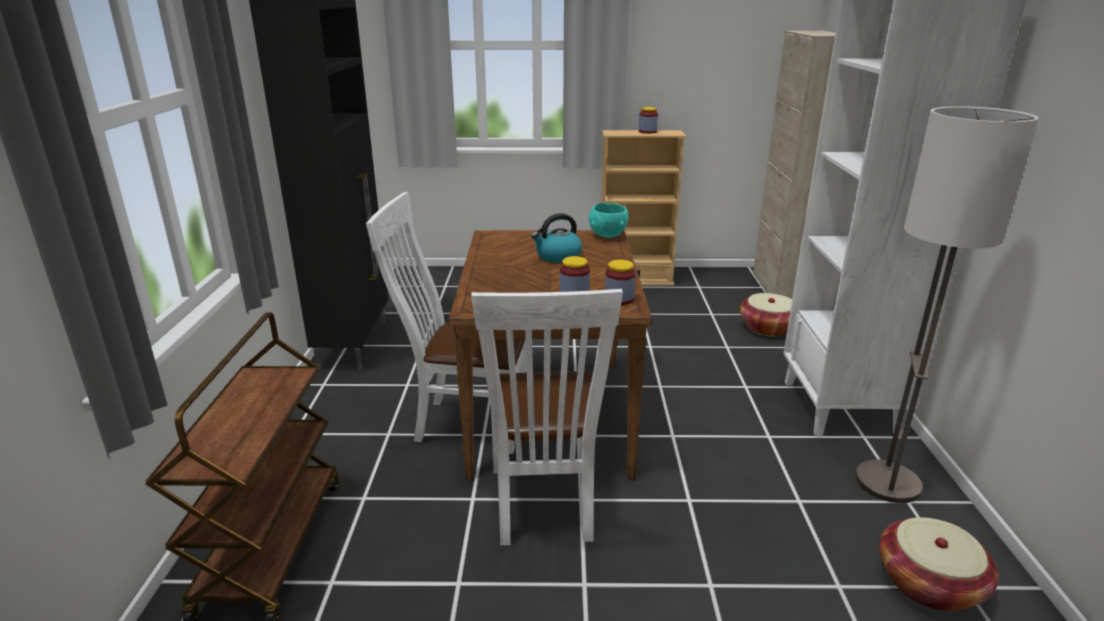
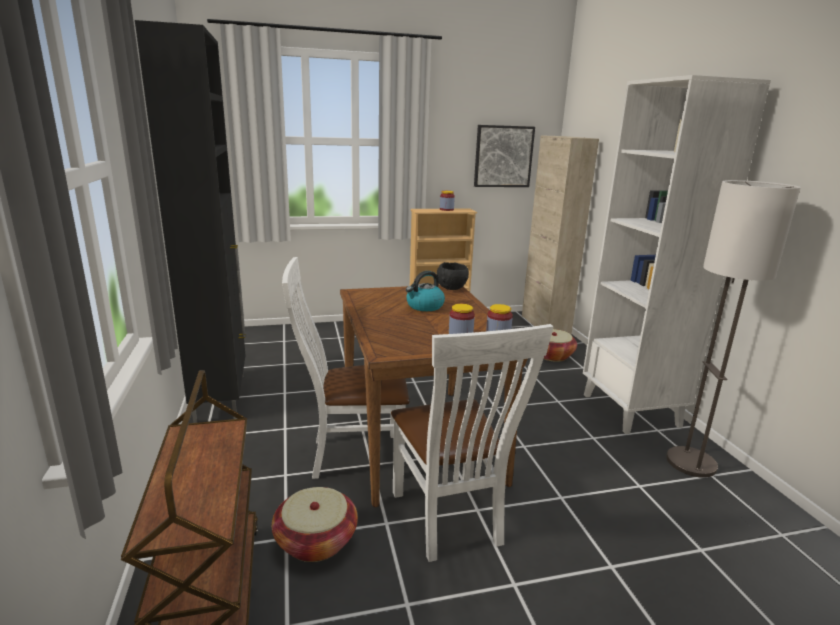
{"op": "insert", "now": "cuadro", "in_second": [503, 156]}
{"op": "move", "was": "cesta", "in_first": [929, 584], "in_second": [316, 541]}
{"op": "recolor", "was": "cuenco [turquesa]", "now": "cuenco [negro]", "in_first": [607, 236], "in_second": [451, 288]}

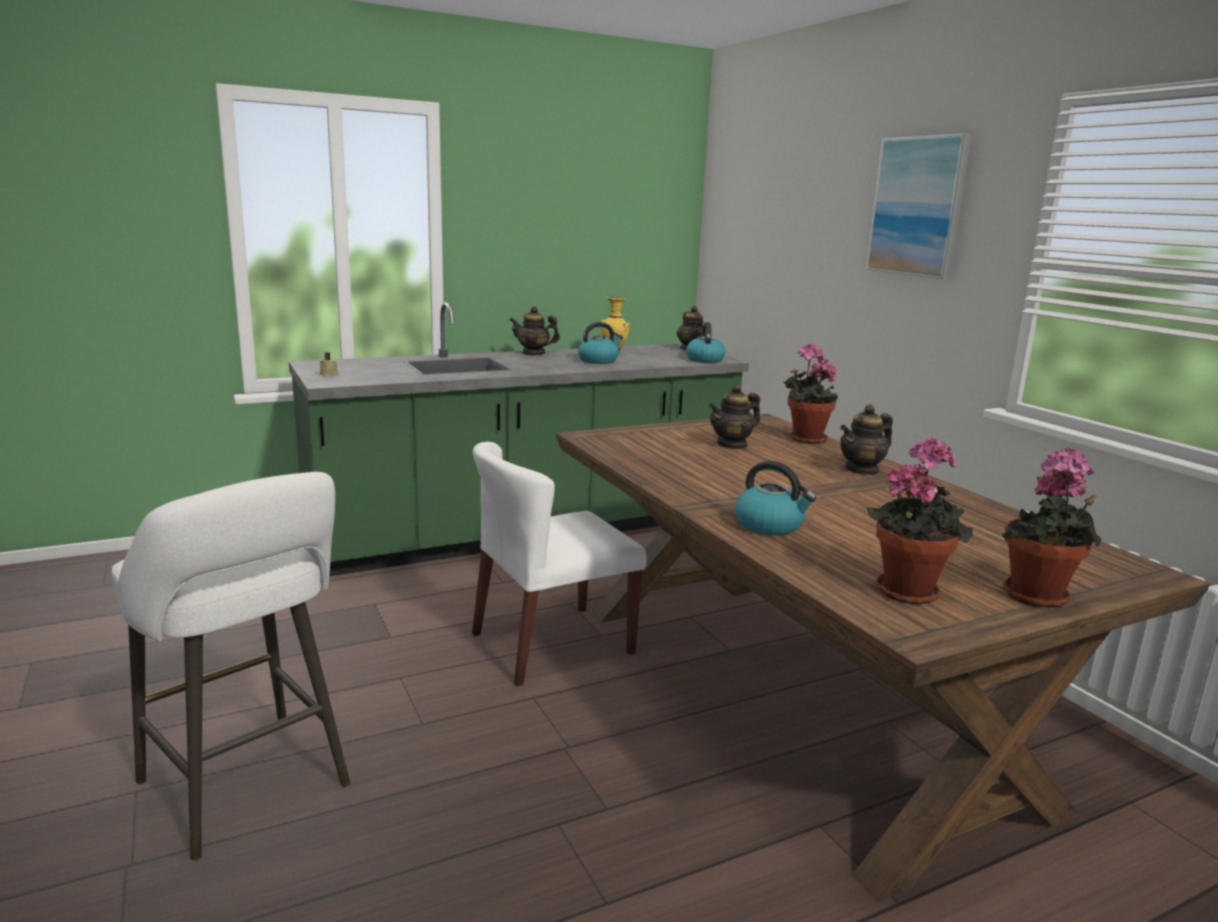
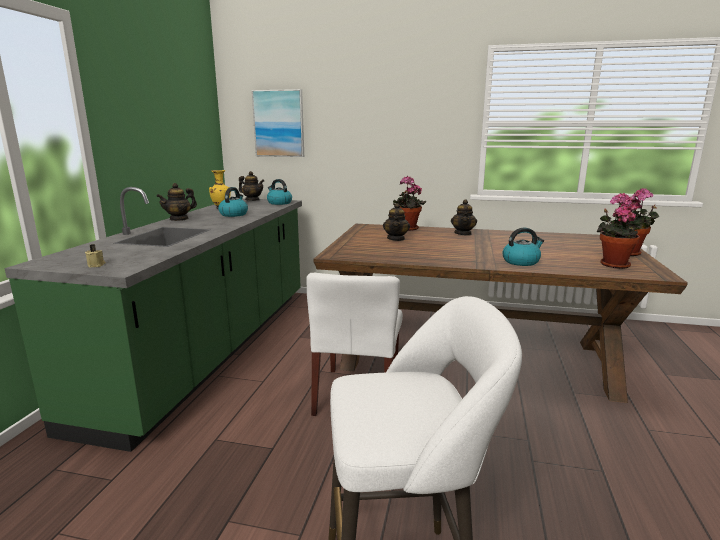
{"op": "move", "was": "cuadro", "in_first": [918, 206], "in_second": [279, 123]}

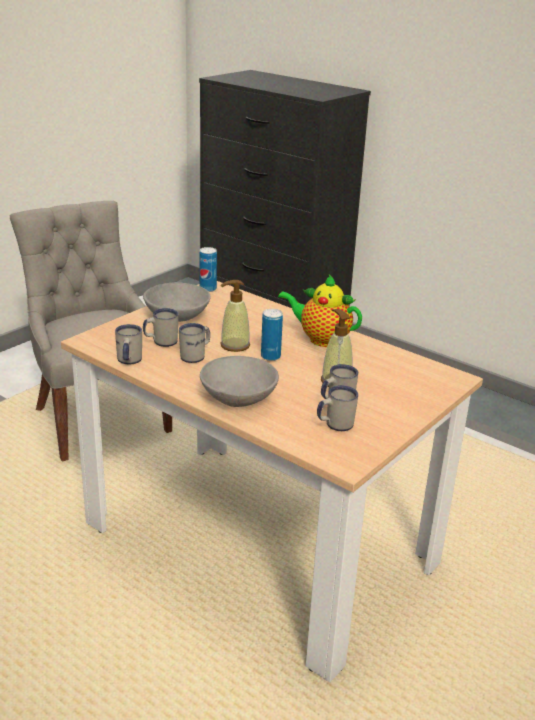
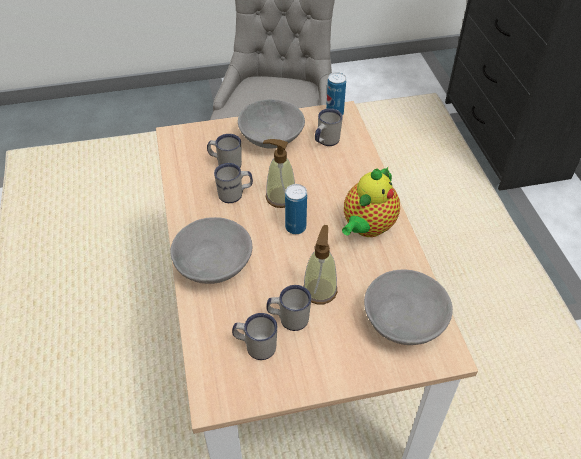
{"op": "insert", "now": "cuenco [gris]", "in_second": [403, 321]}
{"op": "move", "was": "taza grande [blanco]", "in_first": [128, 361], "in_second": [325, 141]}
{"op": "rotate", "was": "tetera", "in_first": [321, 339], "in_second": [367, 227], "clockwise": -120}

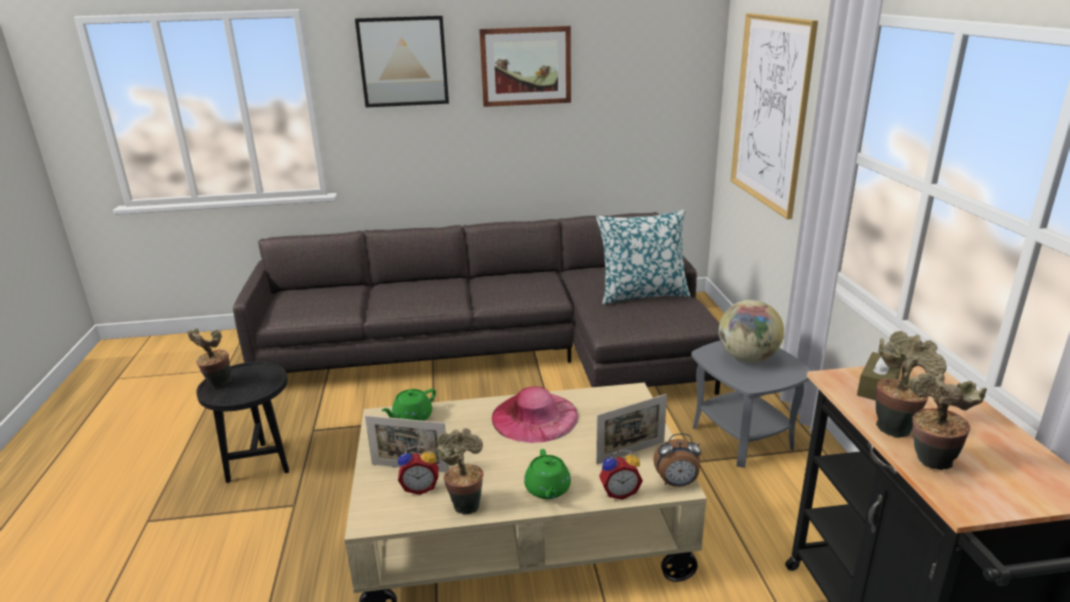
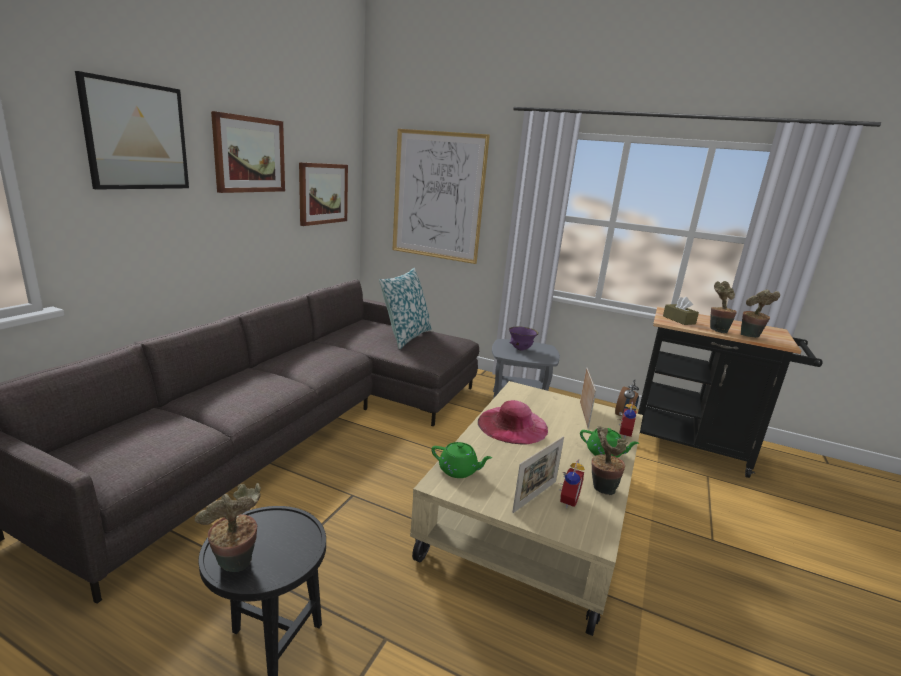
{"op": "insert", "now": "cuadro", "in_second": [323, 193]}
{"op": "replace", "was": "globo terráqueo", "now": "cuenco [morado]", "in_first": [747, 358], "in_second": [520, 349]}
{"op": "rotate", "was": "tetera [verde]", "in_first": [411, 418], "in_second": [459, 470], "clockwise": -60}

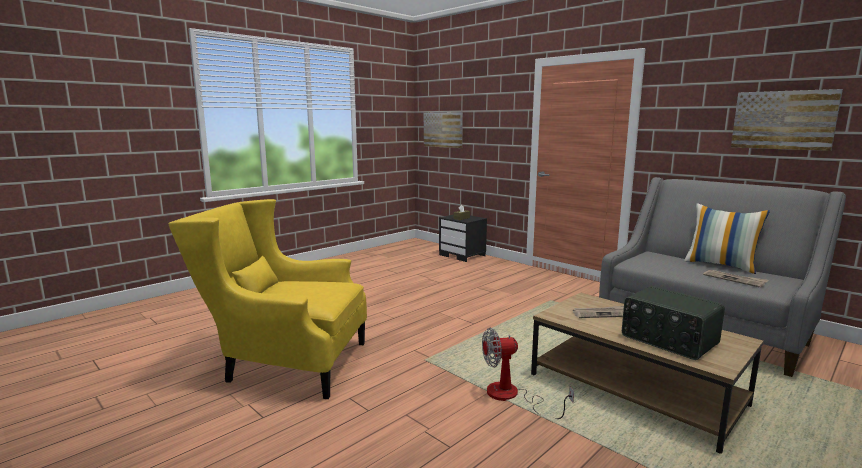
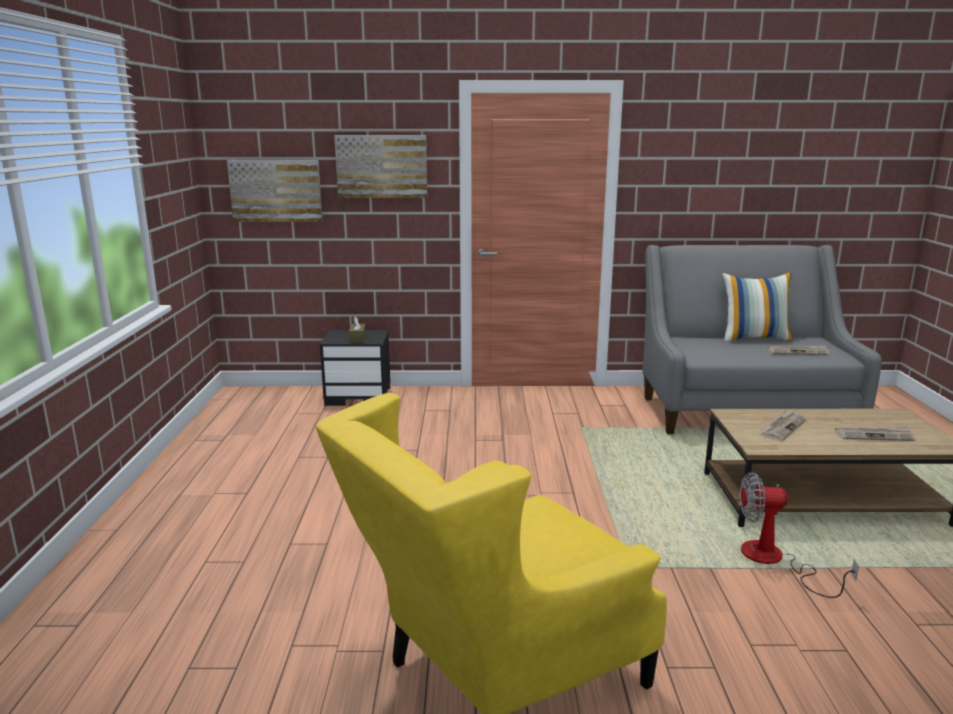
{"op": "move", "was": "cuadro", "in_first": [783, 120], "in_second": [382, 166]}
{"op": "replace", "was": "radio", "now": "periódico", "in_first": [668, 340], "in_second": [874, 435]}
{"op": "rotate", "was": "ventilador", "in_first": [512, 396], "in_second": [774, 561], "clockwise": 60}

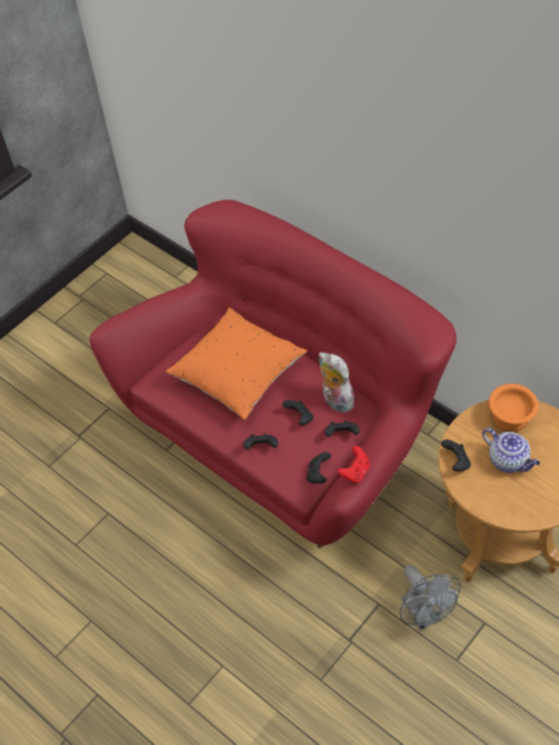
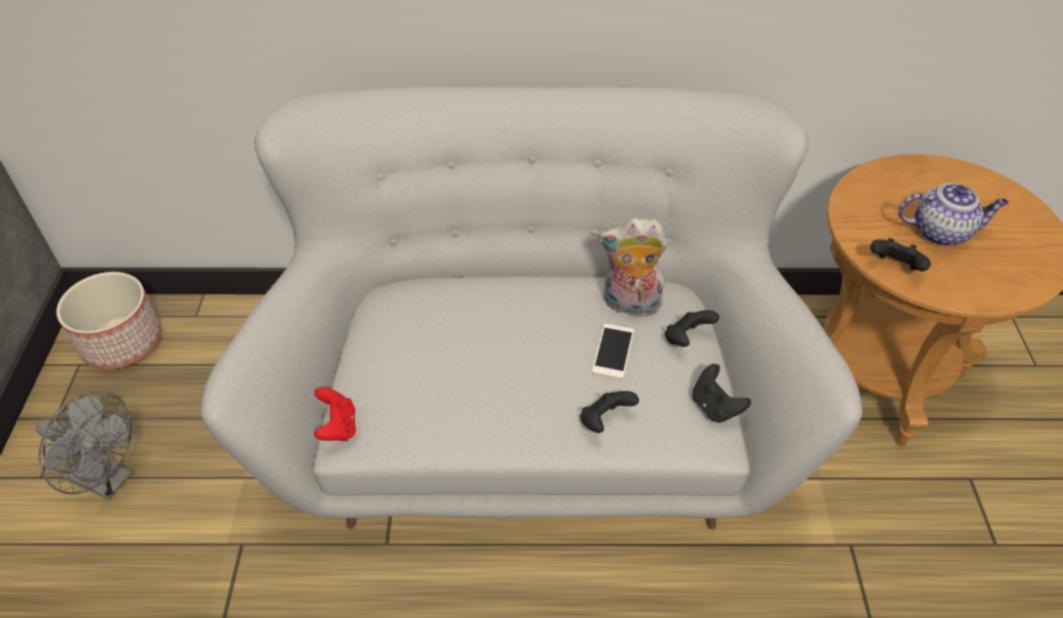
{"op": "delete", "was": "cojín [naranja]", "in_first": [238, 375]}
{"op": "delete", "was": "cuenco [naranja]", "in_first": [512, 416]}
{"op": "insert", "now": "maceta", "in_second": [122, 341]}
{"op": "move", "was": "mando de consola [rojo]", "in_first": [355, 472], "in_second": [338, 427]}
{"op": "move", "was": "ventilador [gris]", "in_first": [424, 615], "in_second": [108, 480]}
{"op": "replace", "was": "mando de consola [negro]", "now": "móvil", "in_first": [300, 418], "in_second": [613, 351]}
{"op": "recolor", "was": "sofá [rojo]", "now": "sofá [blanco]", "in_first": [285, 435], "in_second": [531, 419]}

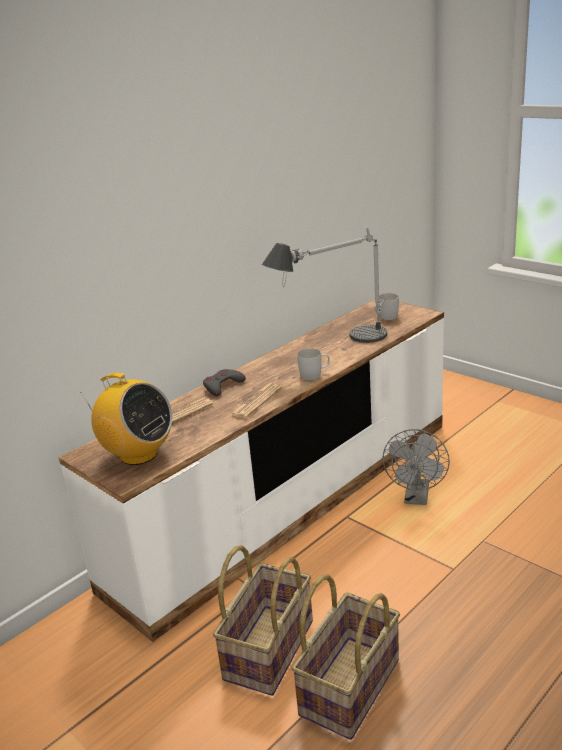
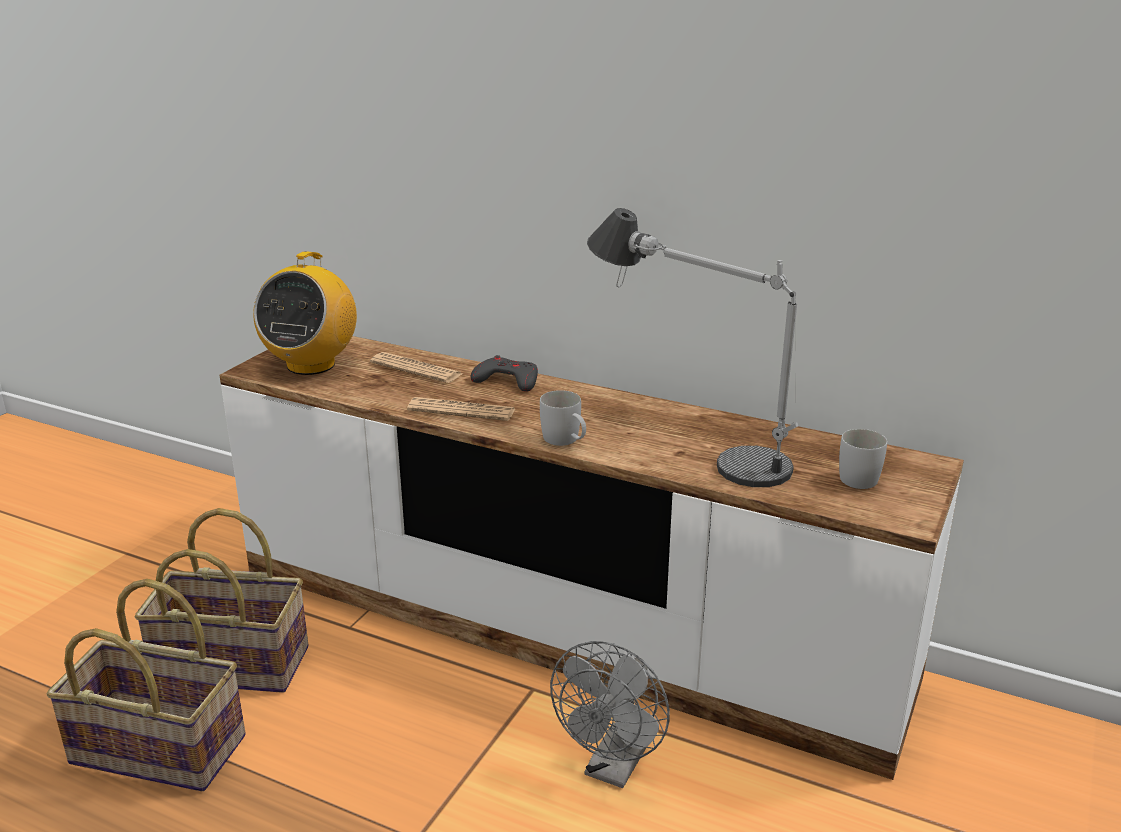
{"op": "rotate", "was": "ventilador [gris]", "in_first": [417, 498], "in_second": [613, 768], "clockwise": -60}

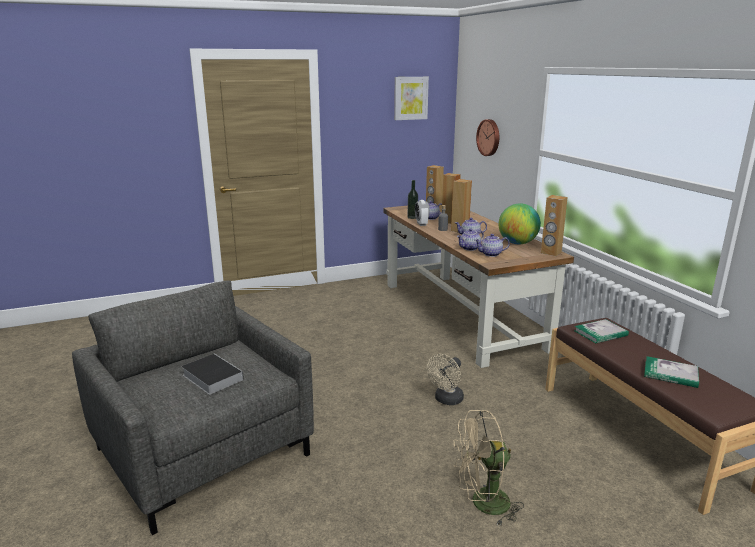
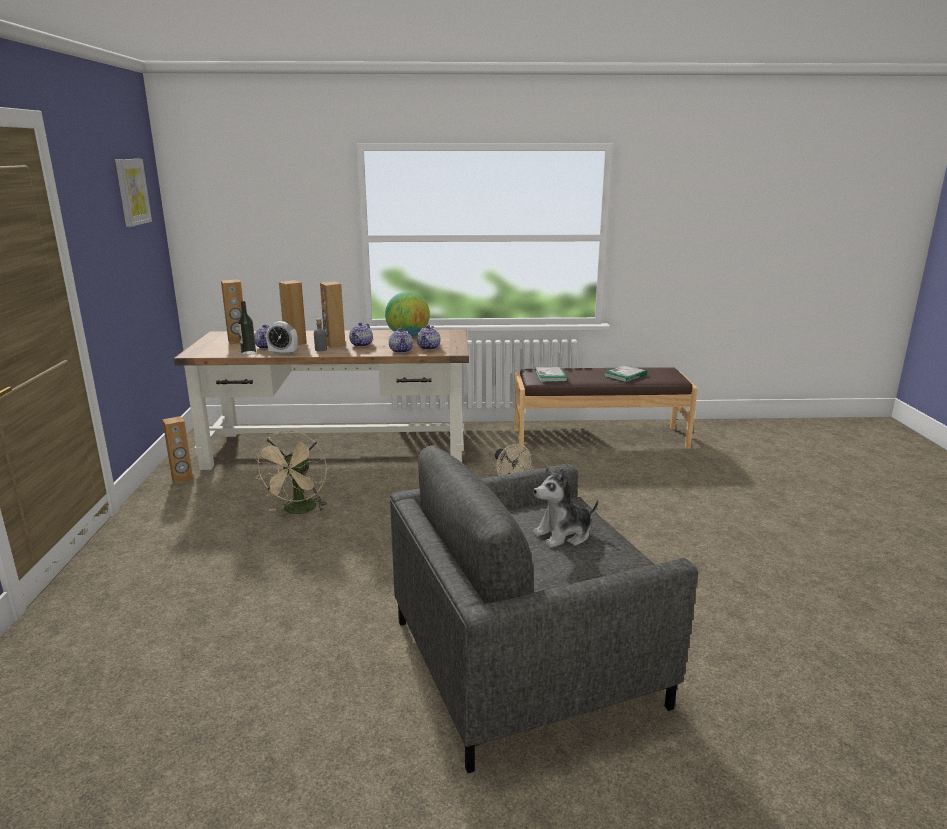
{"op": "delete", "was": "reloj de pared", "in_first": [489, 137]}
{"op": "move", "was": "ventilador [beis]", "in_first": [483, 504], "in_second": [298, 511]}
{"op": "move", "was": "altavoz [marrón]", "in_first": [551, 253], "in_second": [182, 479]}
{"op": "replace", "was": "libro", "now": "peluche", "in_first": [211, 376], "in_second": [563, 535]}

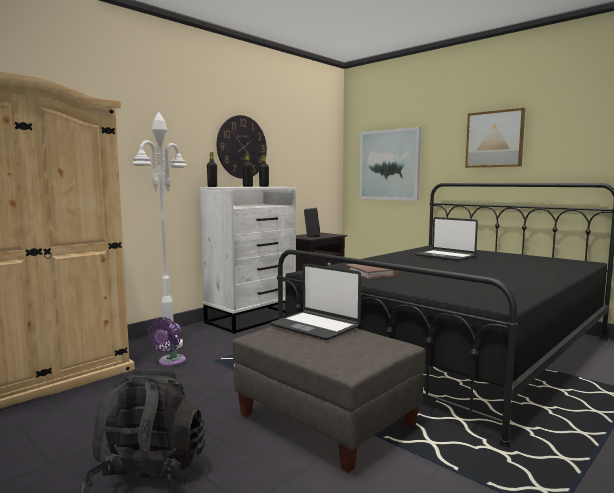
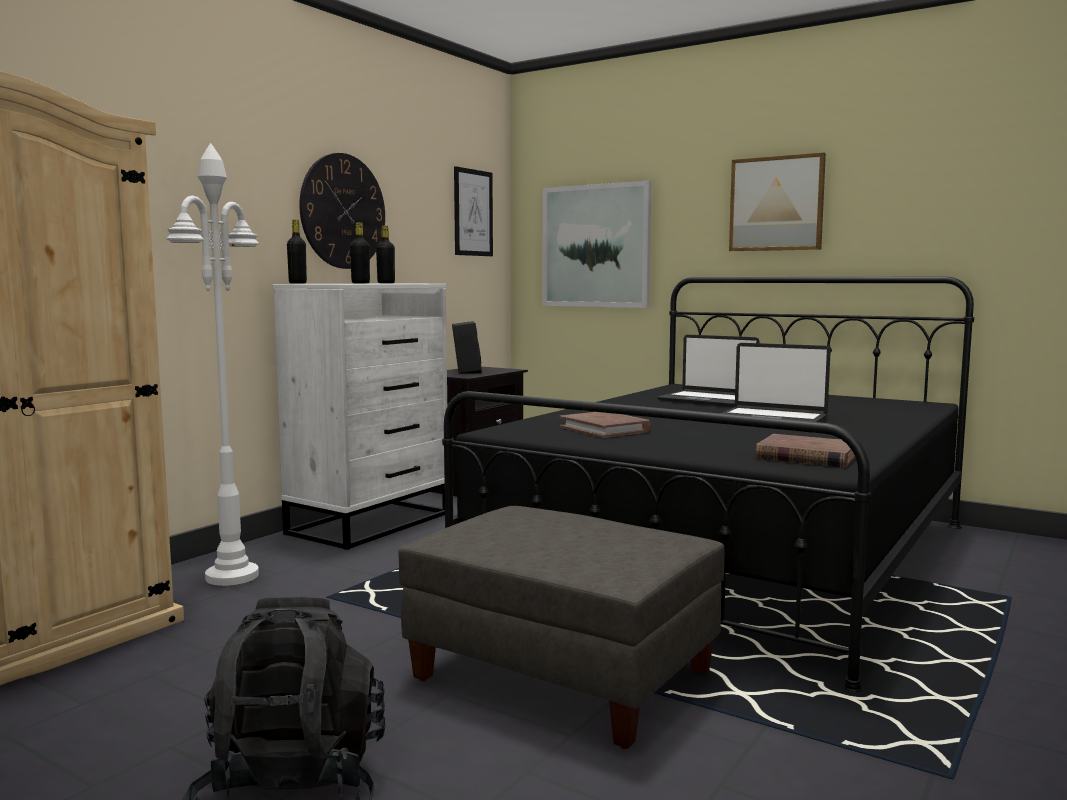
{"op": "delete", "was": "ventilador [morado]", "in_first": [170, 362]}
{"op": "insert", "now": "cuadro", "in_second": [473, 213]}
{"op": "insert", "now": "libro [marrón]", "in_second": [806, 456]}
{"op": "move", "was": "portátil", "in_first": [315, 326], "in_second": [772, 419]}

